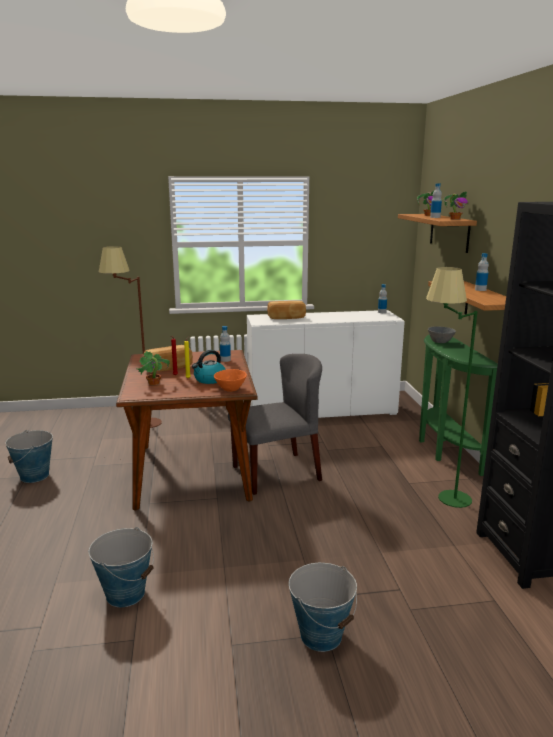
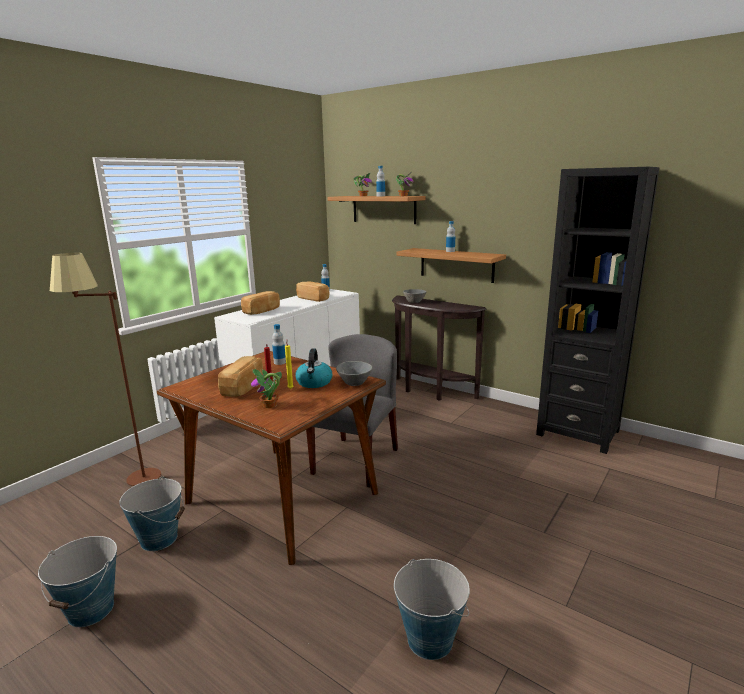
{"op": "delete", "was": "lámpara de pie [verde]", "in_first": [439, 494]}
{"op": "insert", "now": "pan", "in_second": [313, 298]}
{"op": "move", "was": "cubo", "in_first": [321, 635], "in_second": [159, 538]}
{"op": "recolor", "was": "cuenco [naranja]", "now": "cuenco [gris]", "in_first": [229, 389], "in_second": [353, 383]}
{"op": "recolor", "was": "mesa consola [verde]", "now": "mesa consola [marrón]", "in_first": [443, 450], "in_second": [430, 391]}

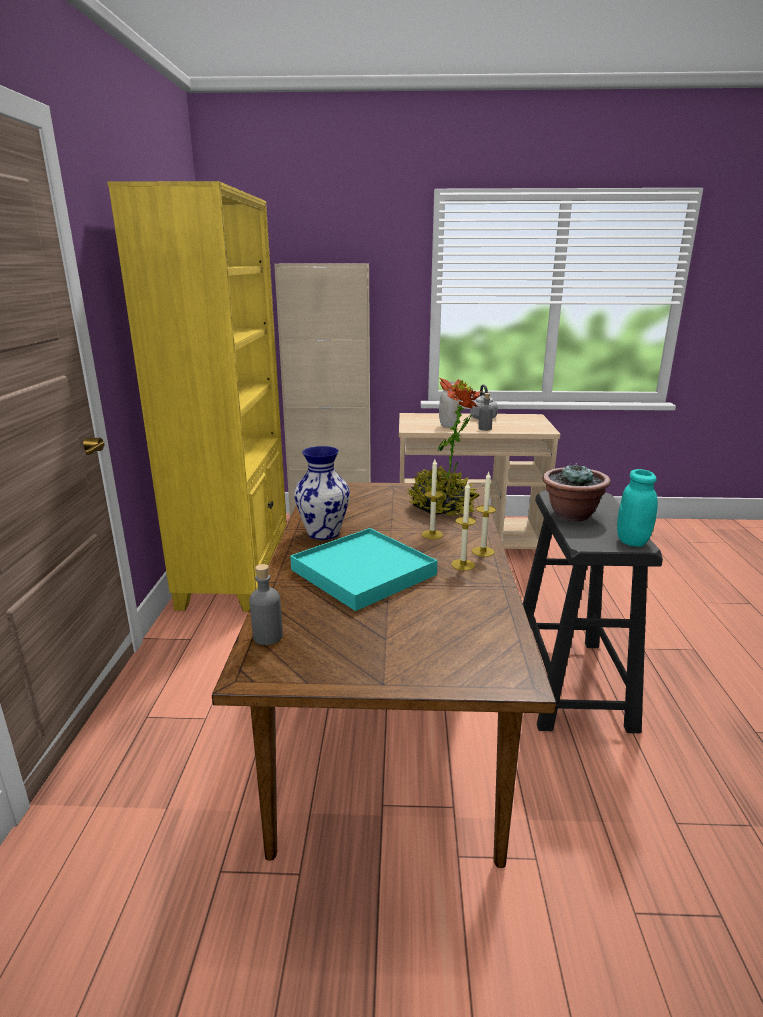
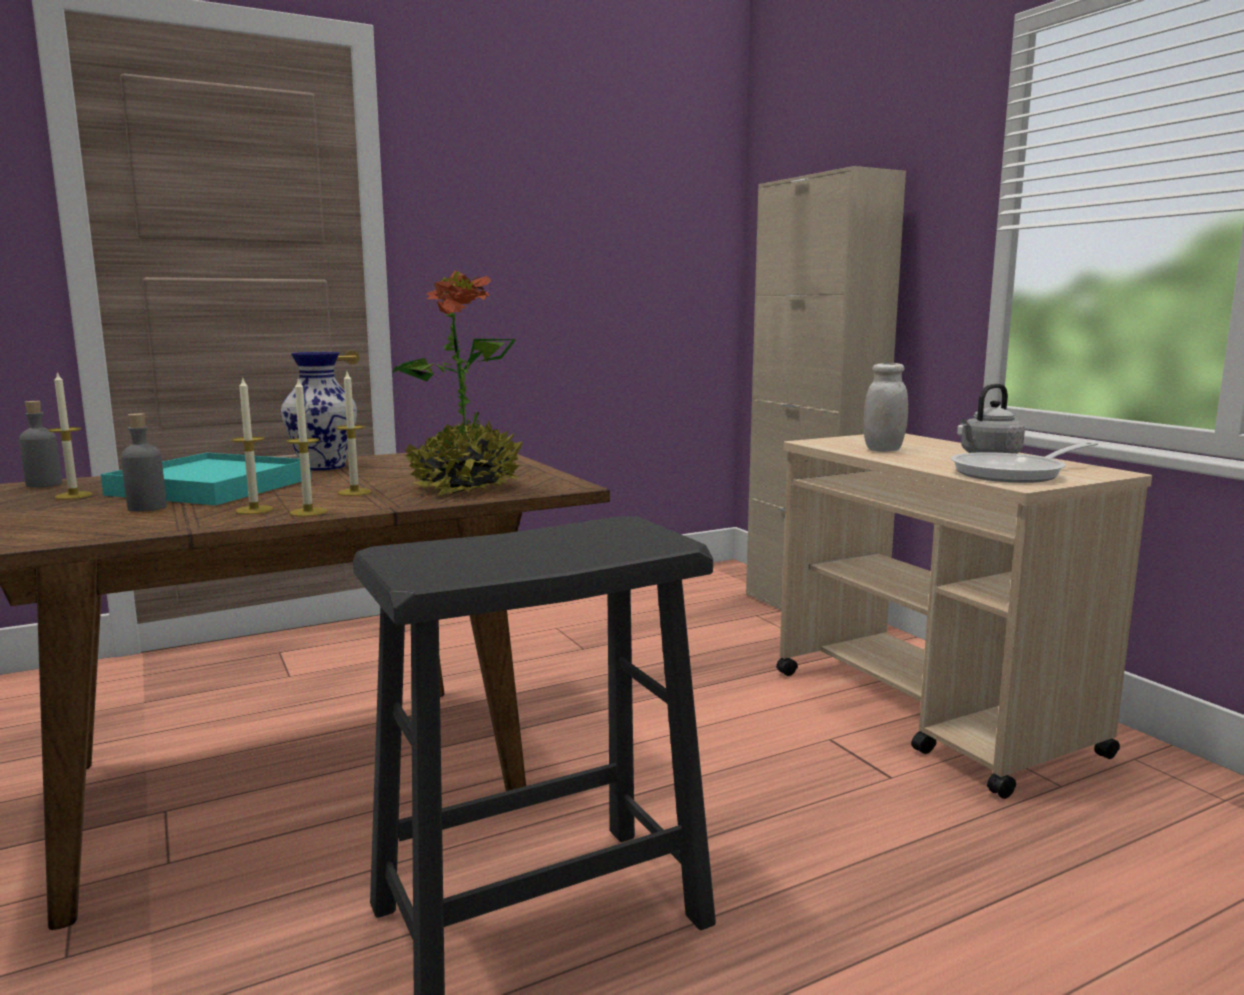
{"op": "delete", "was": "estantería [amarillo]", "in_first": [237, 571]}
{"op": "delete", "was": "planta en maceta", "in_first": [571, 514]}
{"op": "delete", "was": "tarro [turquesa]", "in_first": [632, 541]}
{"op": "insert", "now": "vela", "in_second": [73, 495]}
{"op": "insert", "now": "sartén", "in_second": [1015, 473]}
{"op": "move", "was": "botella [gris]", "in_first": [485, 429], "in_second": [147, 507]}

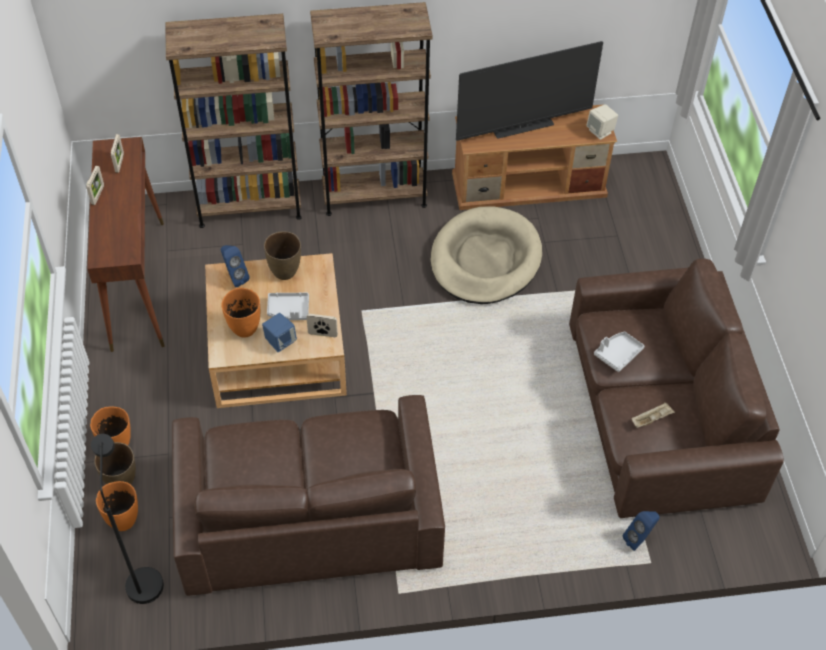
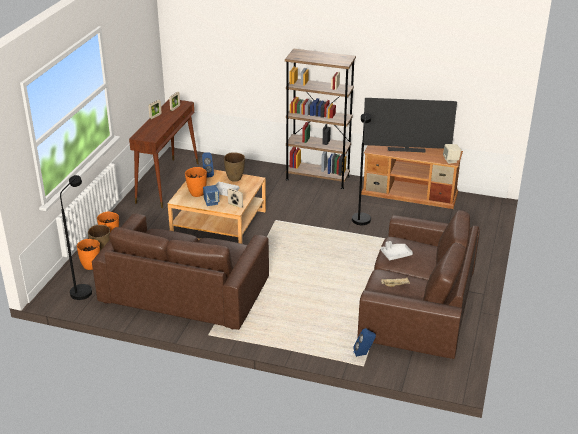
{"op": "delete", "was": "estantería [marrón]", "in_first": [249, 207]}
{"op": "replace", "was": "cama para perro [beis]", "now": "lámpara de pie [negro]", "in_first": [485, 259], "in_second": [361, 217]}

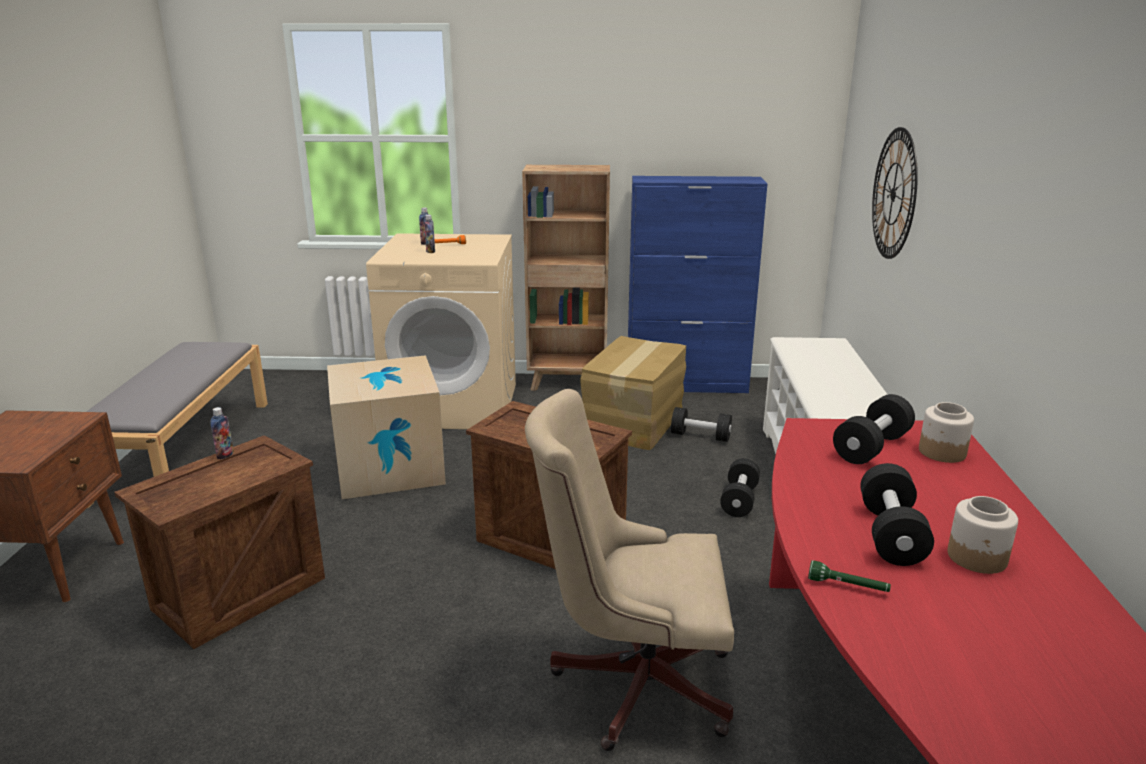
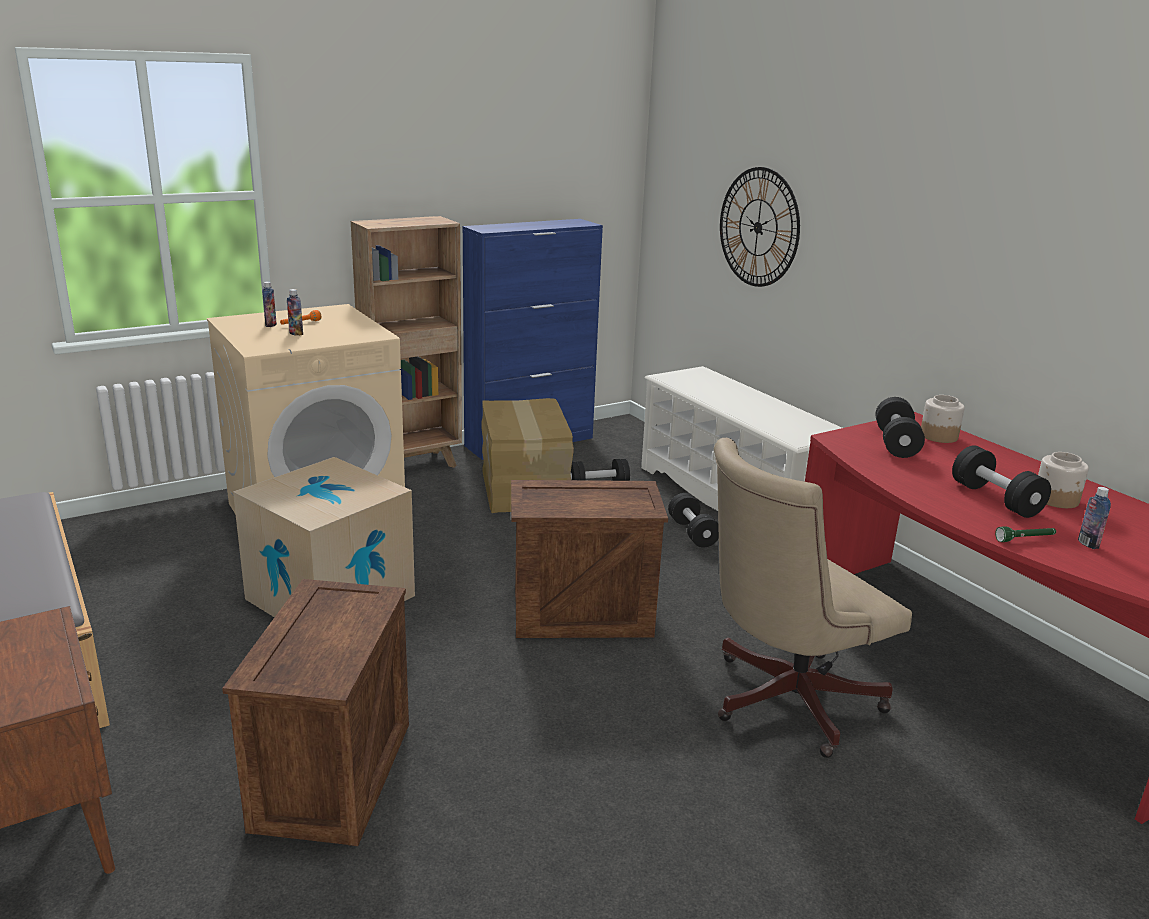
{"op": "move", "was": "botella", "in_first": [225, 455], "in_second": [1088, 544]}

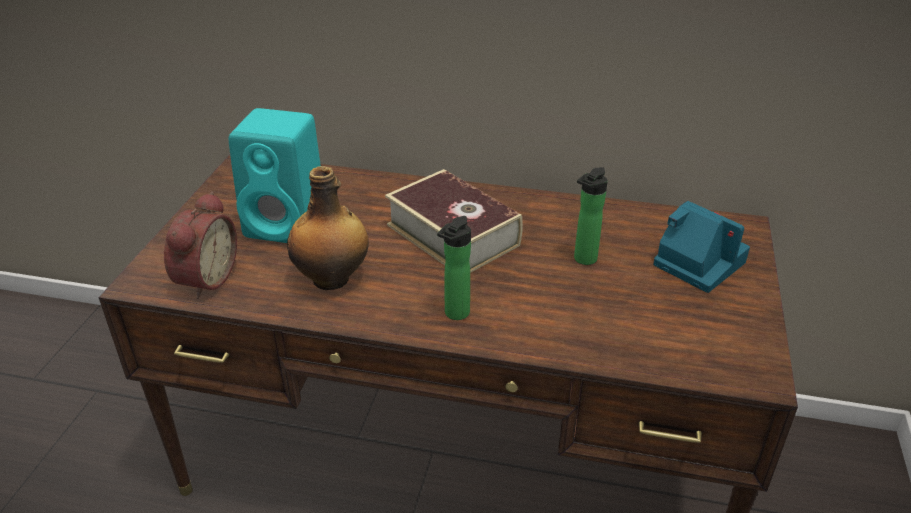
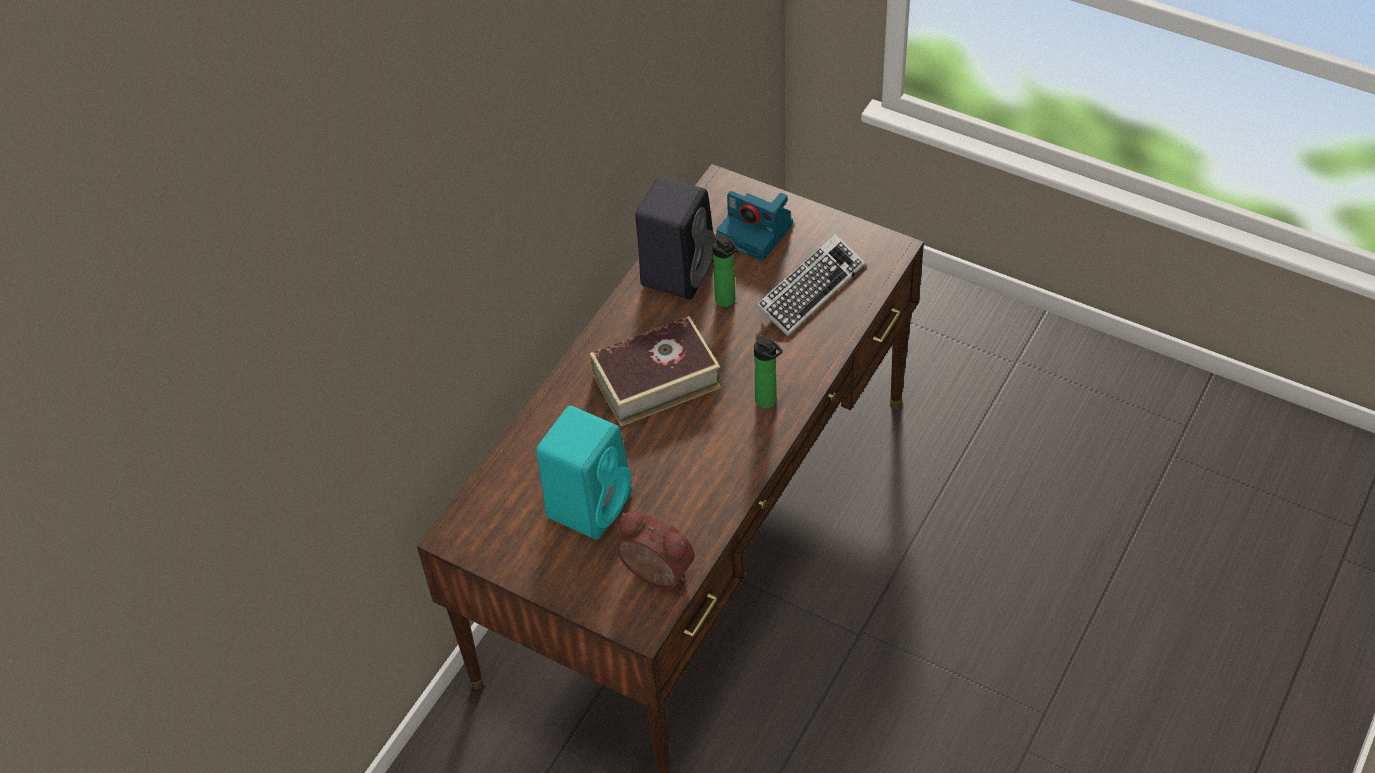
{"op": "delete", "was": "botella", "in_first": [332, 279]}
{"op": "insert", "now": "altavoz [negro]", "in_second": [678, 271]}
{"op": "insert", "now": "teclado", "in_second": [810, 290]}
{"op": "rotate", "was": "cámara", "in_first": [697, 263], "in_second": [757, 232], "clockwise": -120}

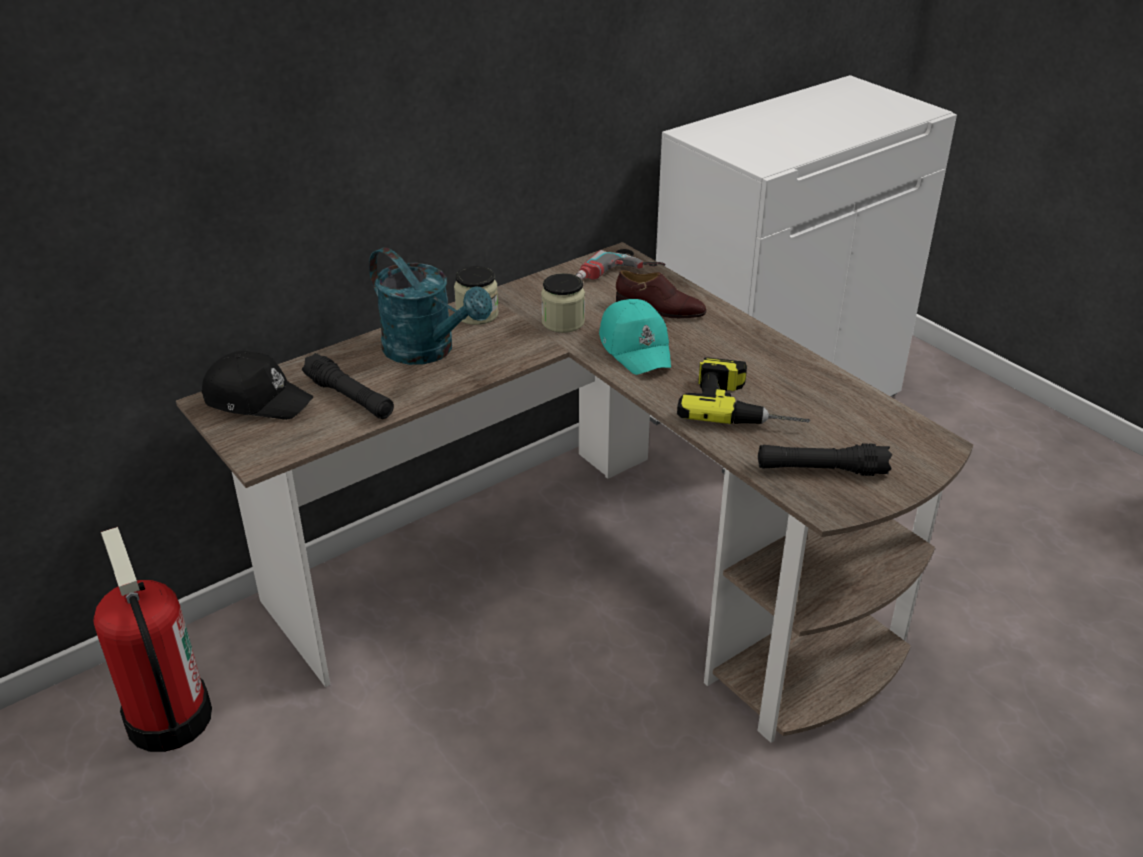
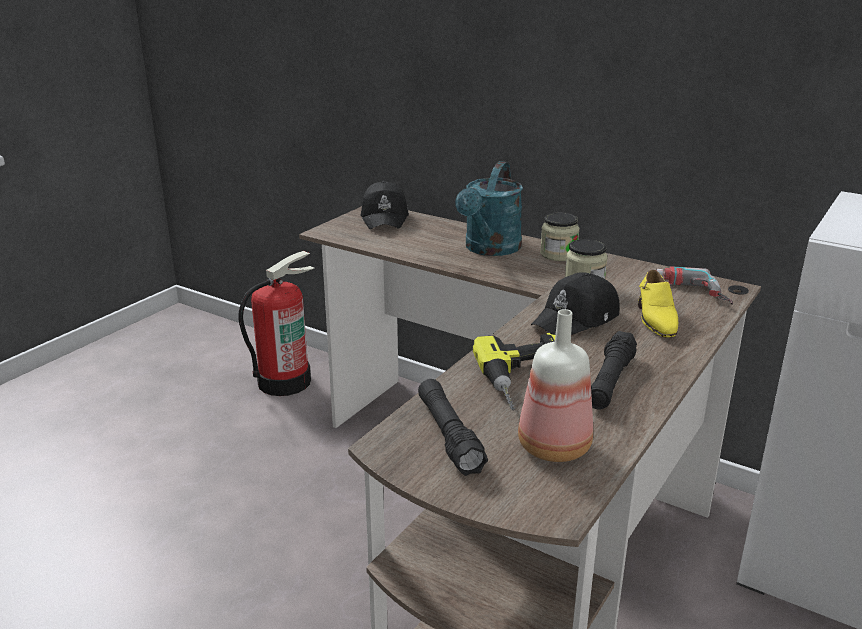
{"op": "insert", "now": "botella", "in_second": [551, 446]}
{"op": "move", "was": "linterna [negro]", "in_first": [349, 397], "in_second": [610, 381]}
{"op": "recolor", "was": "gorra [turquesa]", "now": "gorra [negro]", "in_first": [636, 348], "in_second": [577, 319]}
{"op": "recolor", "was": "zapato [marrón]", "now": "zapato [amarillo]", "in_first": [659, 310], "in_second": [655, 319]}

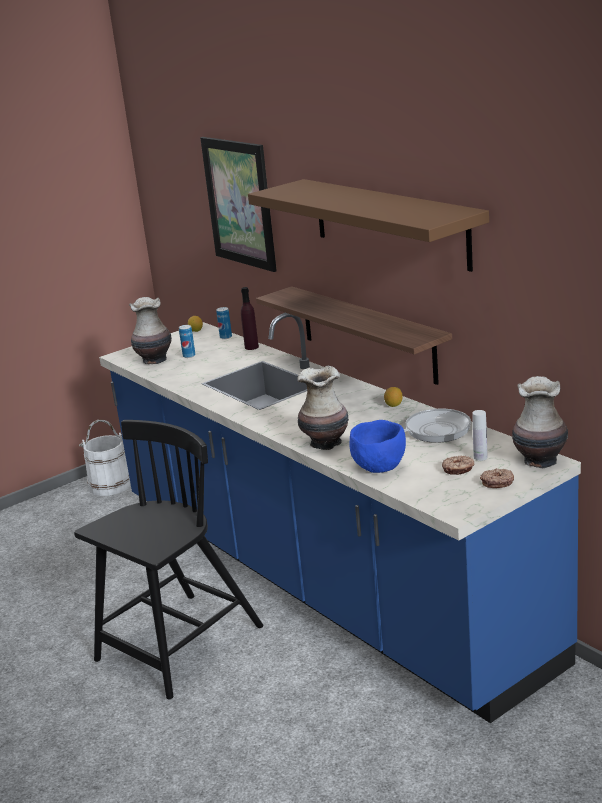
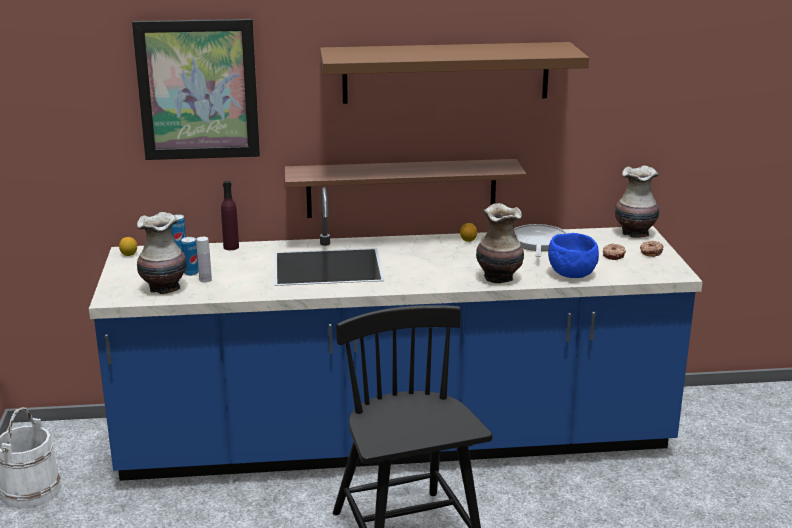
{"op": "move", "was": "botella [blanco]", "in_first": [480, 457], "in_second": [205, 280]}

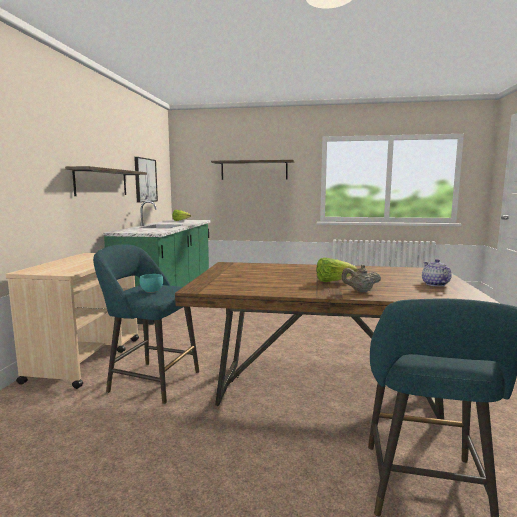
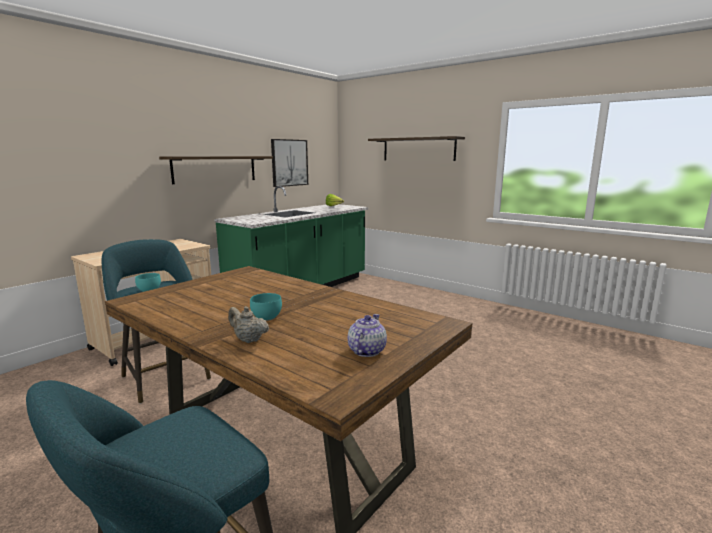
{"op": "replace", "was": "lechuga", "now": "cuenco [turquesa]", "in_first": [333, 281], "in_second": [266, 317]}

